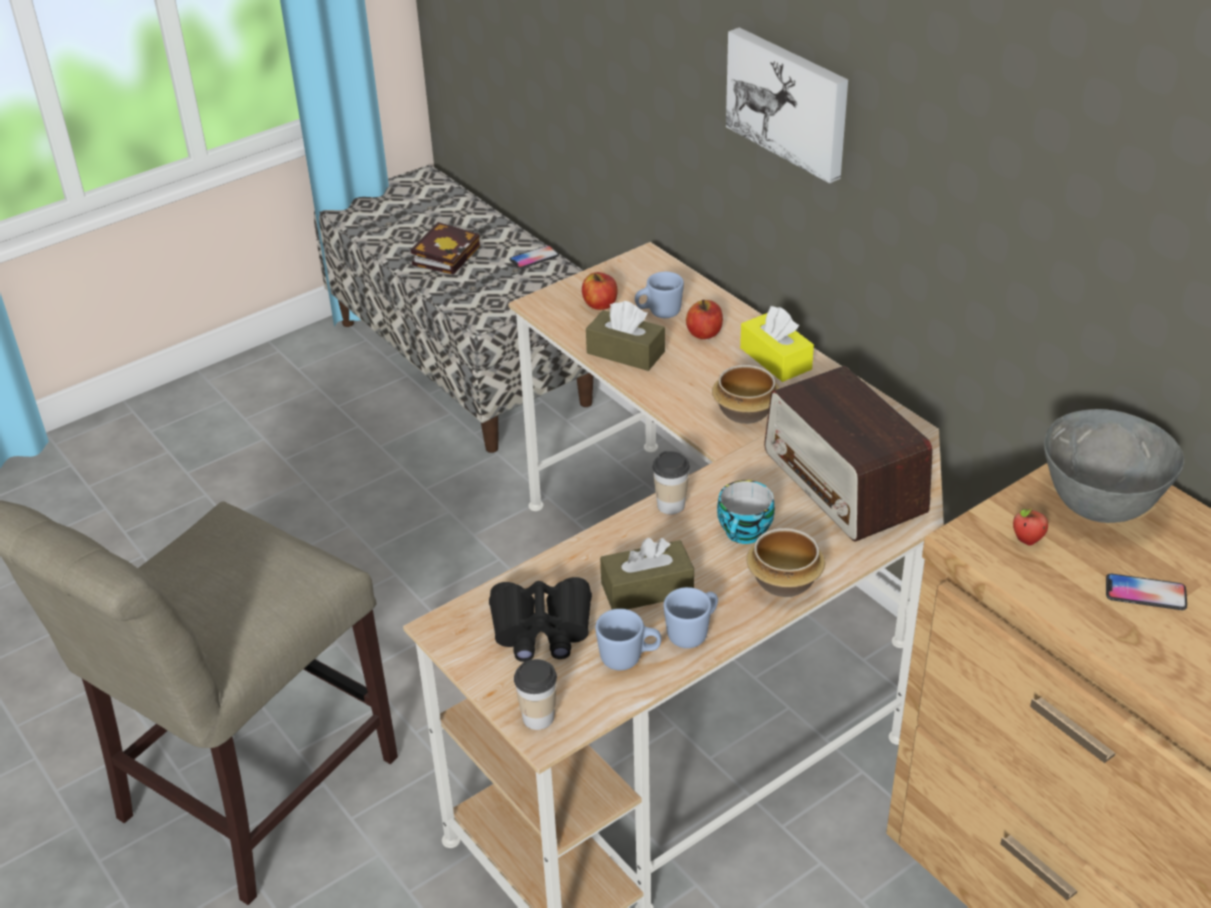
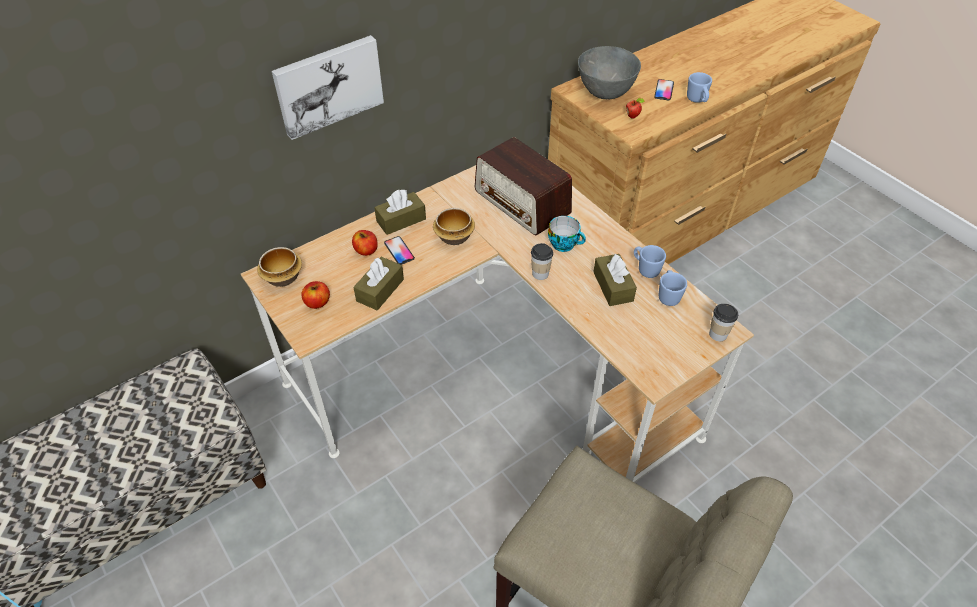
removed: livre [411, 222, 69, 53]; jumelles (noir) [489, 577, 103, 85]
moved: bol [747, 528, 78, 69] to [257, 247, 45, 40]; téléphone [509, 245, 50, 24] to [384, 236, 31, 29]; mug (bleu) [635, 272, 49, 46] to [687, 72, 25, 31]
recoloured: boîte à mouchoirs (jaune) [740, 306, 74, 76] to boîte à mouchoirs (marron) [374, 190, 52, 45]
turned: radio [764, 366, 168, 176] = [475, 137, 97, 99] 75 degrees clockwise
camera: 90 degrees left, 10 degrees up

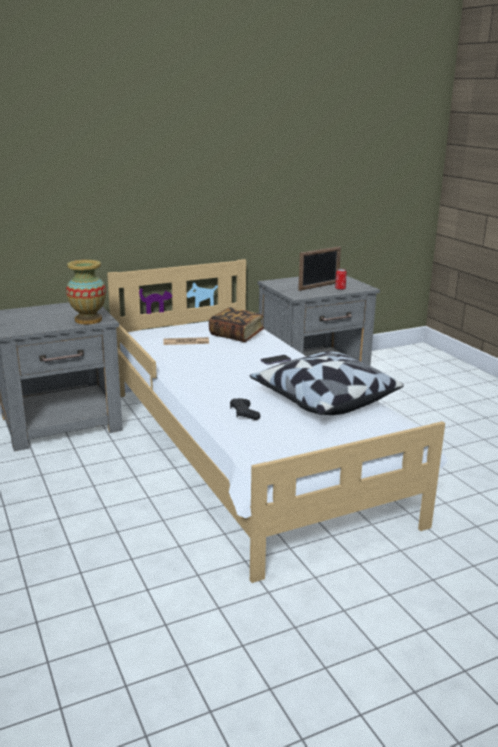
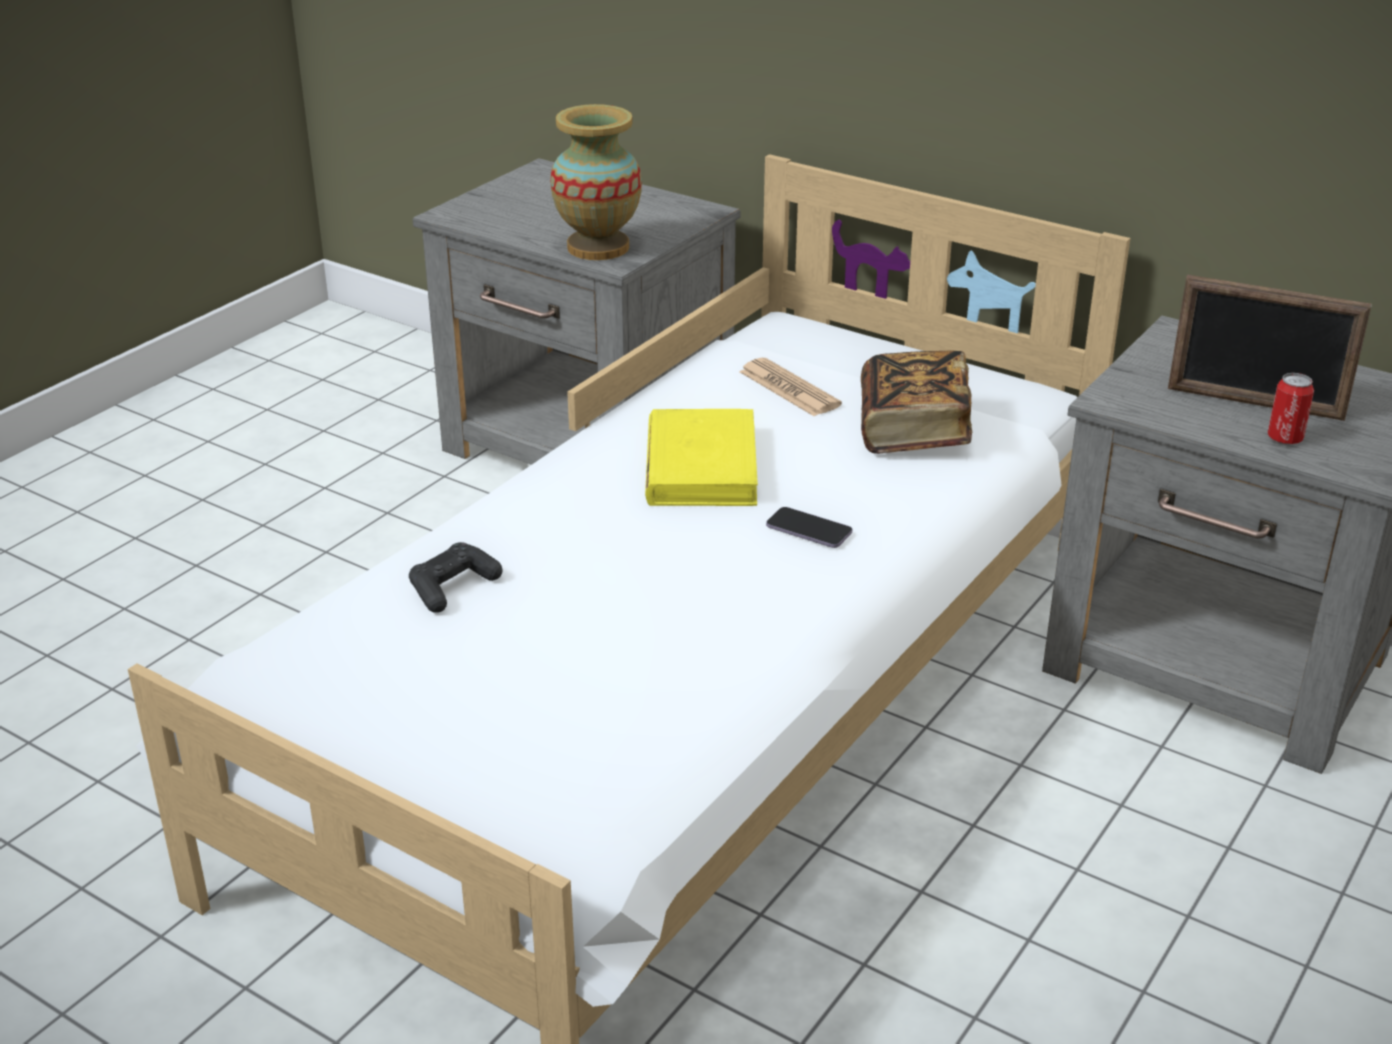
removed: coussin [249, 351, 155, 64]
added: livre (jaune) [645, 409, 113, 97]
camera: 60 degrees right, 10 degrees up

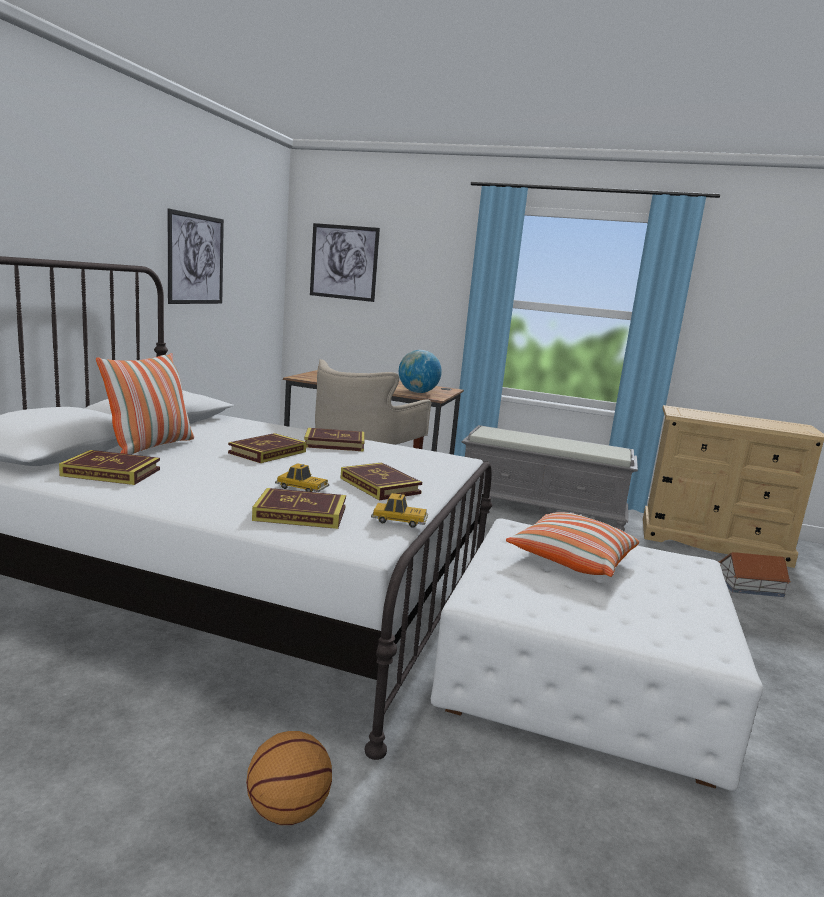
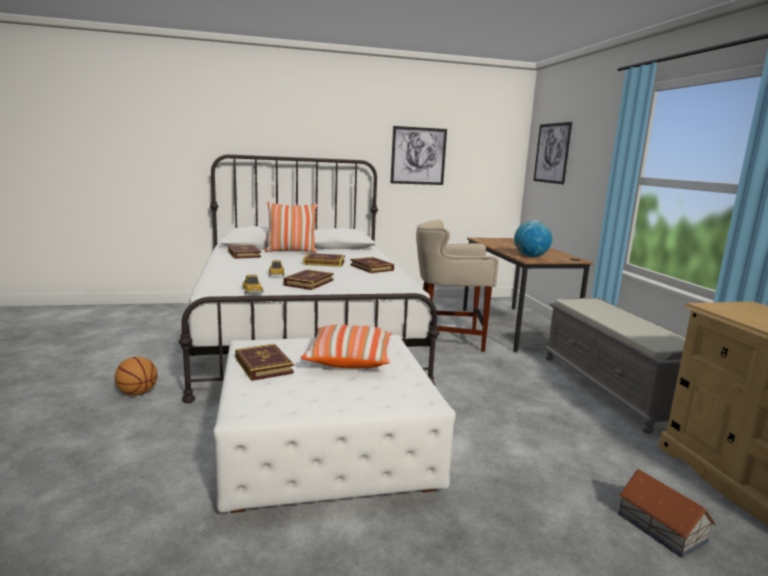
moved: livre [252, 488, 94, 41] to [235, 344, 59, 37]
camera: 60 degrees right, 0 degrees up

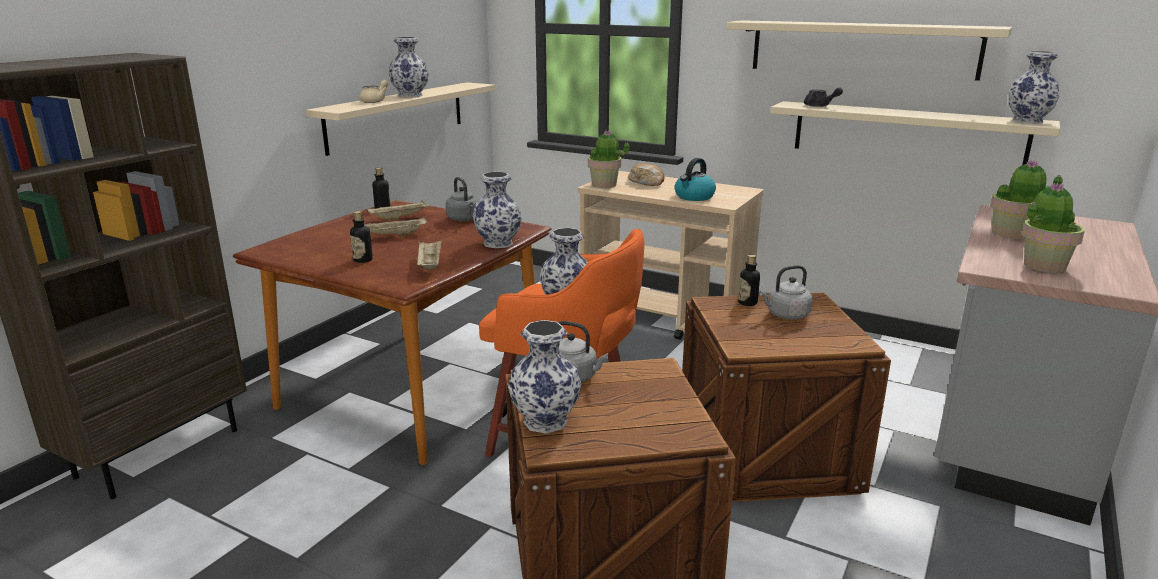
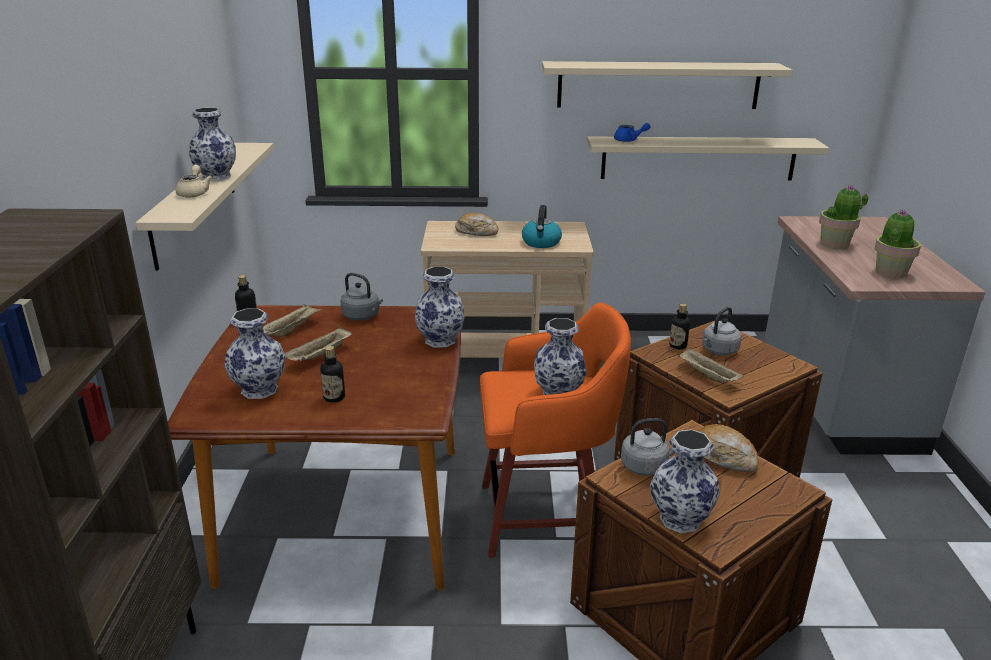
removed: plante en pot [588, 130, 41, 58]
added: pain [698, 424, 61, 48]
moved: vase [1009, 51, 50, 73] to [224, 308, 62, 91]; plateau (beige) [417, 240, 25, 30] to [678, 348, 66, 35]
recoloured: théière (gris) [804, 87, 39, 20] to théière (bleu) [614, 123, 37, 19]
camera: 30 degrees left, 5 degrees up

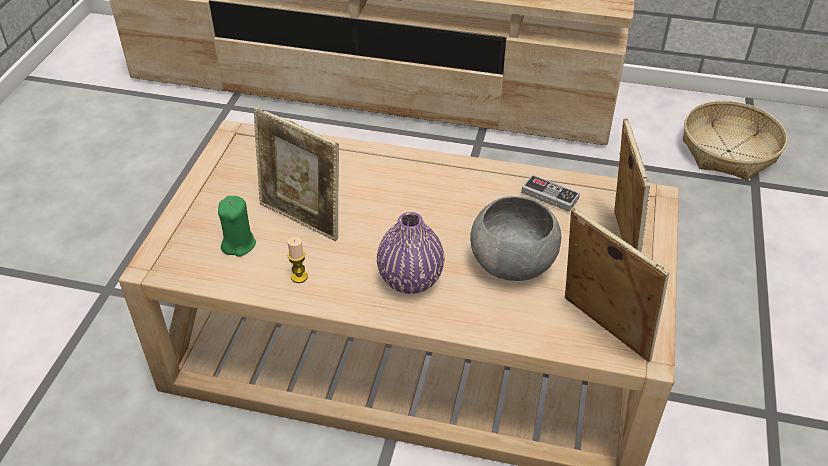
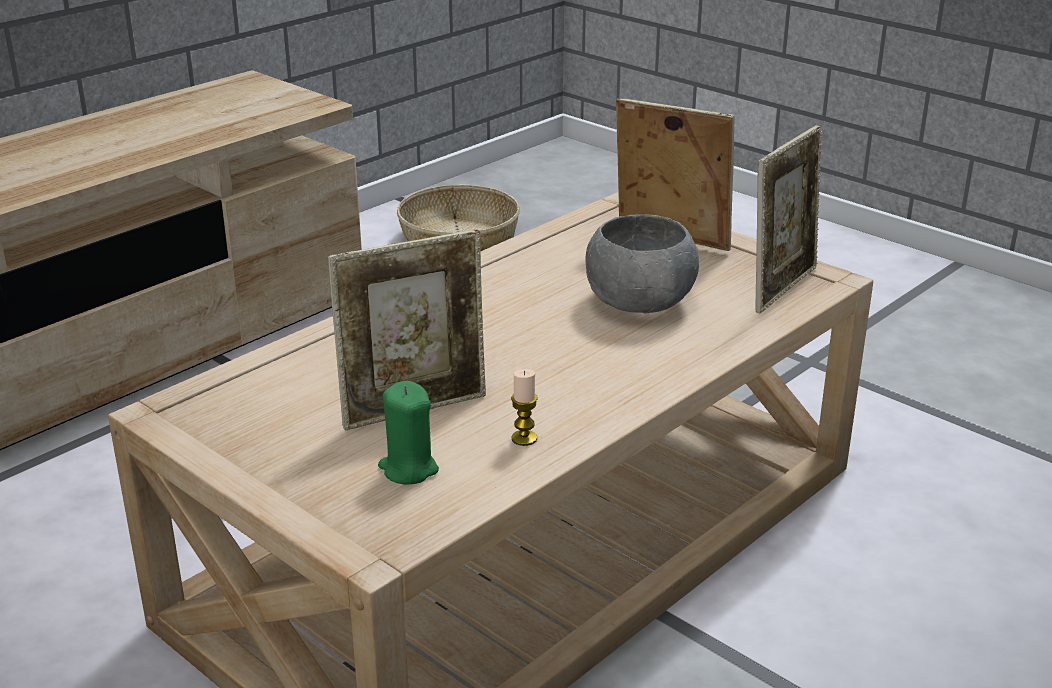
removed: vase (violet) [377, 212, 67, 82]; manette [521, 175, 59, 37]
turned: cadre photo [565, 208, 105, 154] = [755, 125, 68, 188] 135 degrees clockwise
camera: 60 degrees left, 15 degrees down

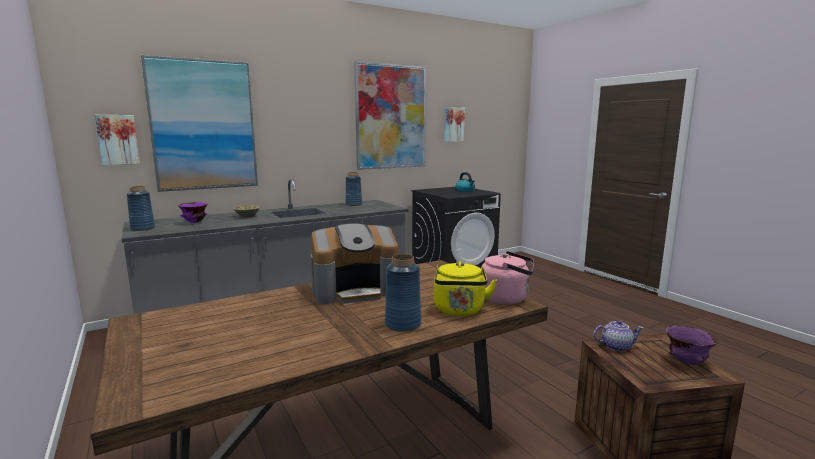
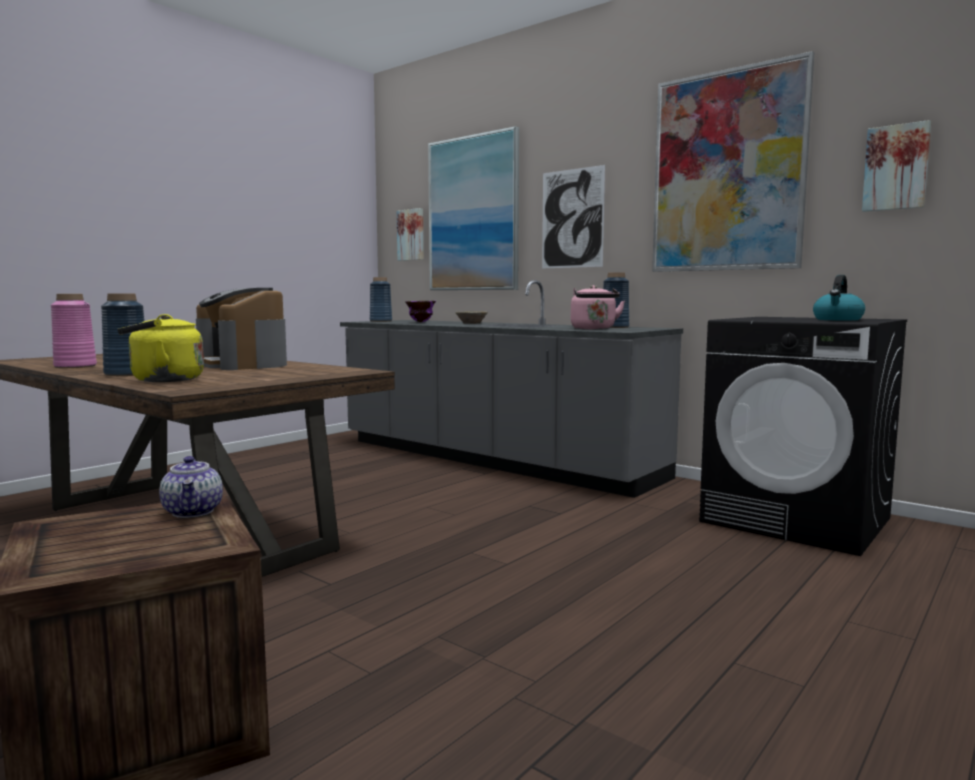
removed: bol (violet) [666, 326, 52, 39]
added: vase (rose) [51, 294, 46, 74]; tableau [542, 165, 63, 104]
moved: bouilloire (rose) [481, 251, 53, 53] to [571, 285, 54, 45]
camera: 70 degrees right, 5 degrees down

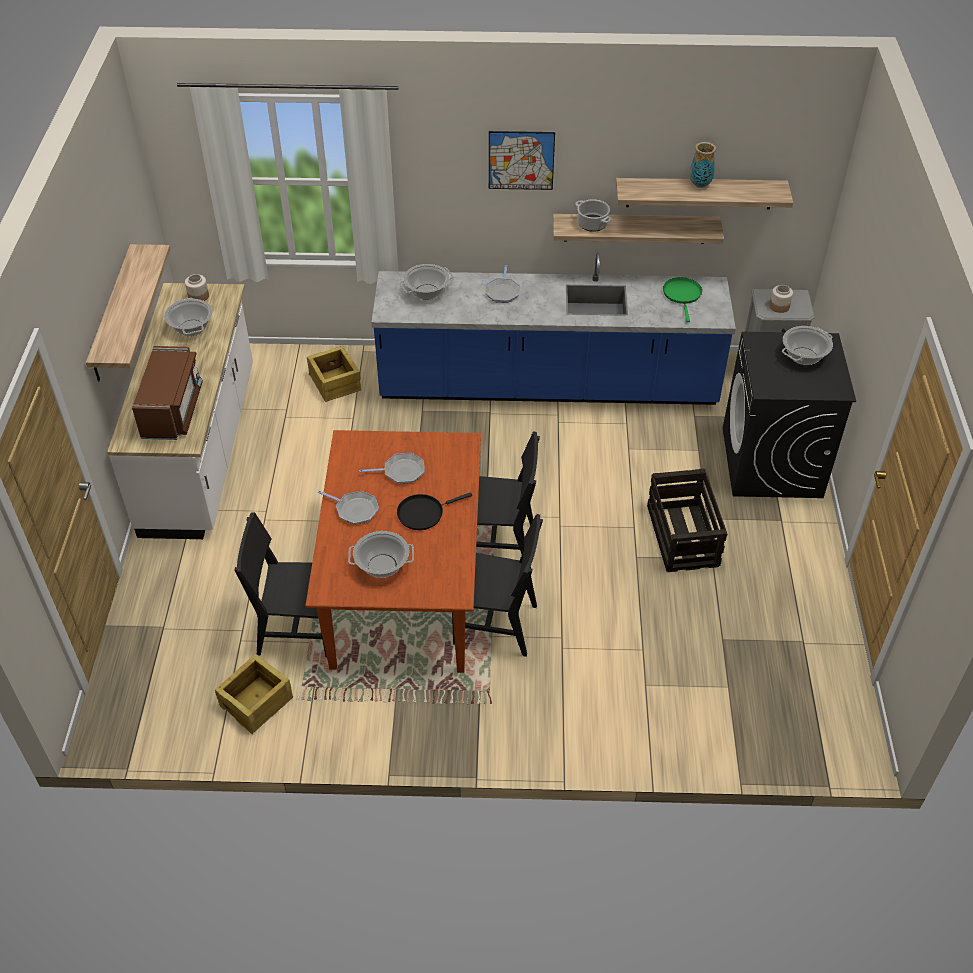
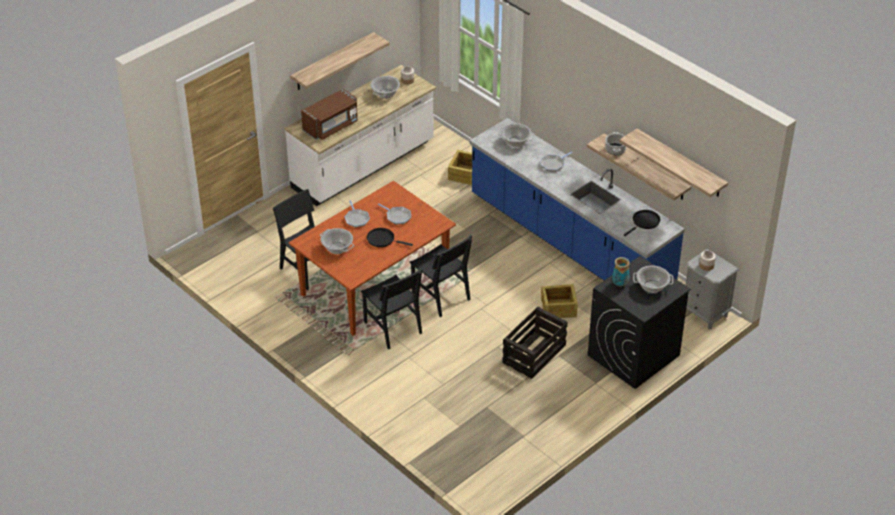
removed: tableau [489, 131, 66, 59]
moved: caisse [215, 654, 78, 81] to [541, 284, 37, 35]; vase [689, 142, 27, 46] to [612, 257, 18, 30]
recoloured: poêle (vert) [663, 277, 39, 45] to poêle (noir) [624, 210, 36, 26]
camera: 45 degrees right, 5 degrees down

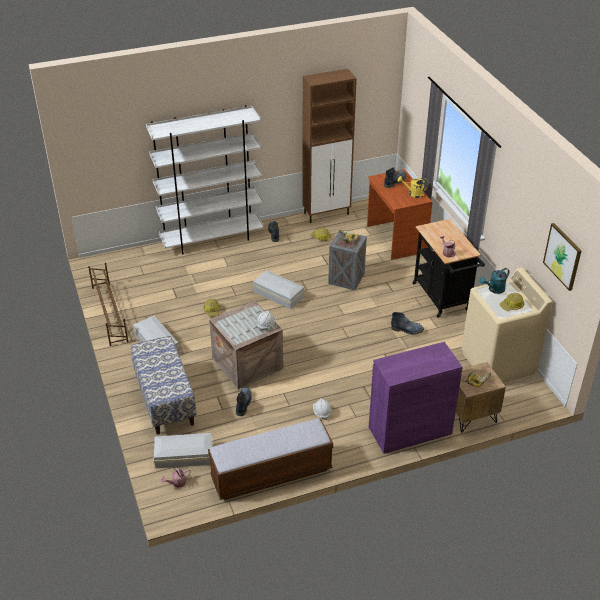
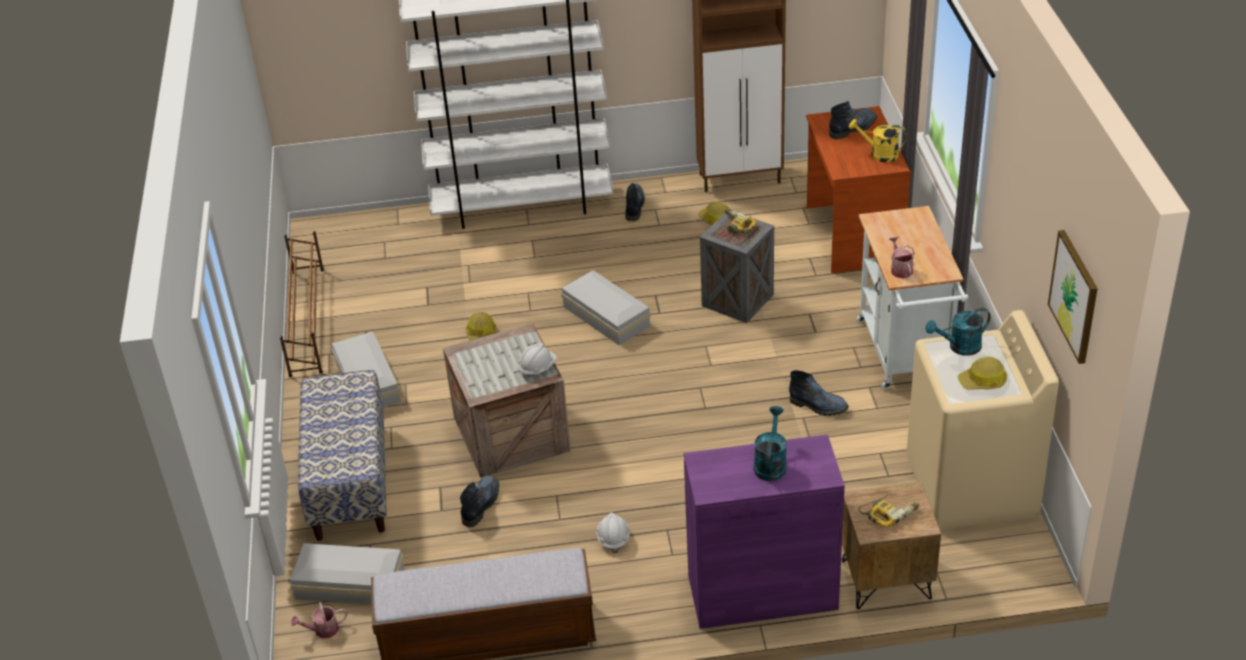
added: arrosoir (turquoise) [754, 406, 33, 75]
recoloured: chariot (noir) [412, 219, 73, 99] to chariot (blanc) [856, 206, 112, 183]
camera: 15 degrees right, 0 degrees up

